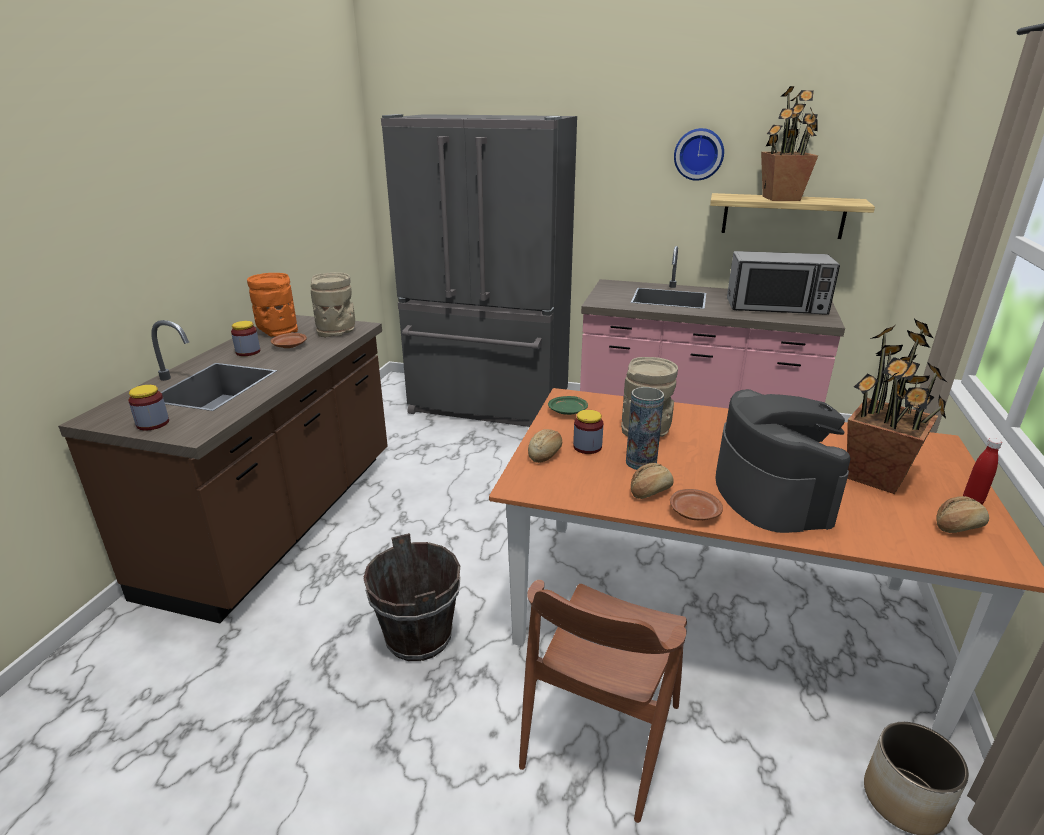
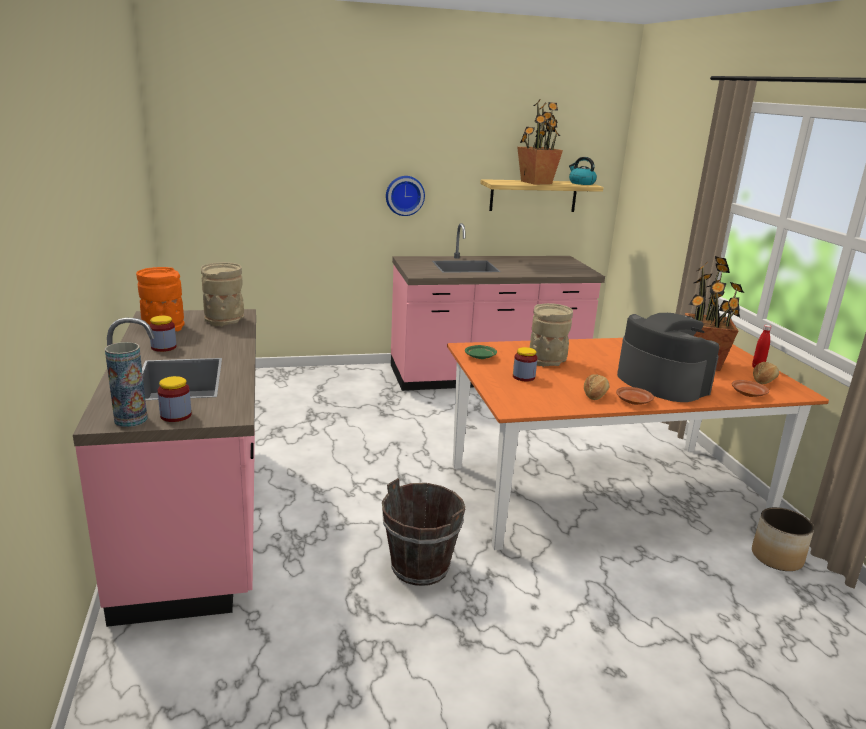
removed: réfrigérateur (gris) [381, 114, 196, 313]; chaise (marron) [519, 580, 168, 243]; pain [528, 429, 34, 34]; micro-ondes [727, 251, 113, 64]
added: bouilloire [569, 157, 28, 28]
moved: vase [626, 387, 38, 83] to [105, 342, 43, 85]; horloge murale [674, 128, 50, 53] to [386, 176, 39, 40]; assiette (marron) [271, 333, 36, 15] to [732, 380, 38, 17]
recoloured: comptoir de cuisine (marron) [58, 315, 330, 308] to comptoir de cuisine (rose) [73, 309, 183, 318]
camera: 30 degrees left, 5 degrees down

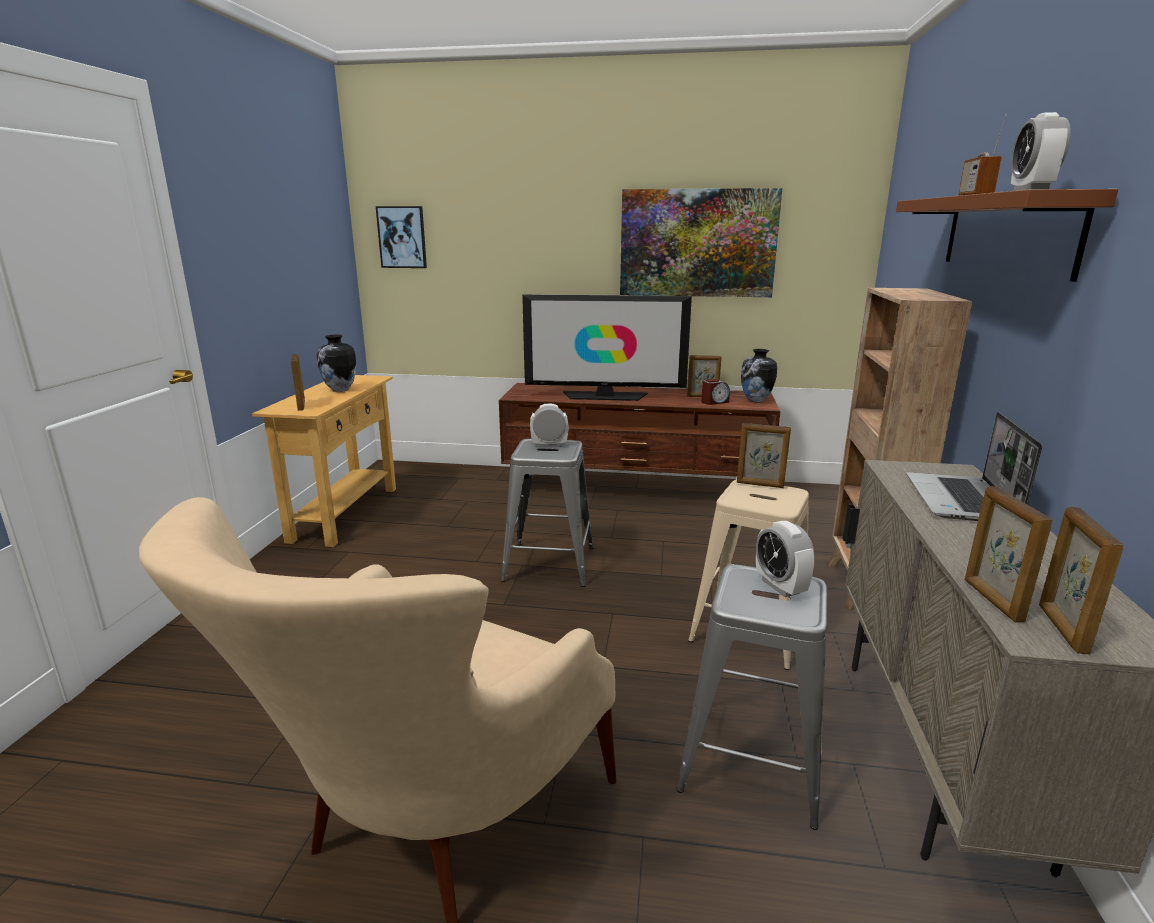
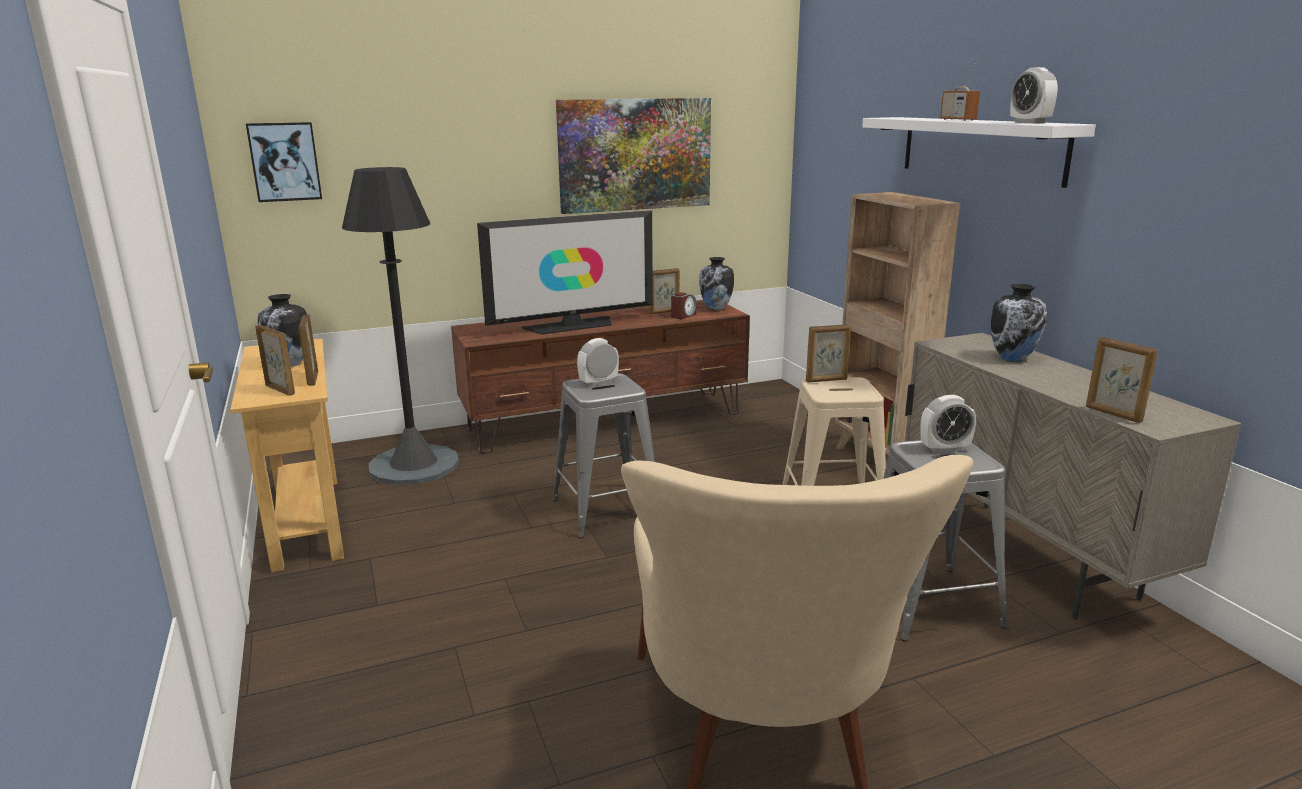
added: lampadaire (noir) [342, 167, 117, 318]
moved: cadre photo [1039, 506, 85, 148] to [299, 315, 19, 71]
replaced: ordinateur portable [906, 412, 136, 109] to vase [991, 284, 56, 78]
recoloured: étagère (marron) [896, 189, 222, 93] to étagère (blanc) [862, 117, 234, 71]
turned: réveil [756, 521, 59, 76] = [920, 395, 56, 58] 45 degrees counterclockwise
camera: 30 degrees left, 0 degrees up

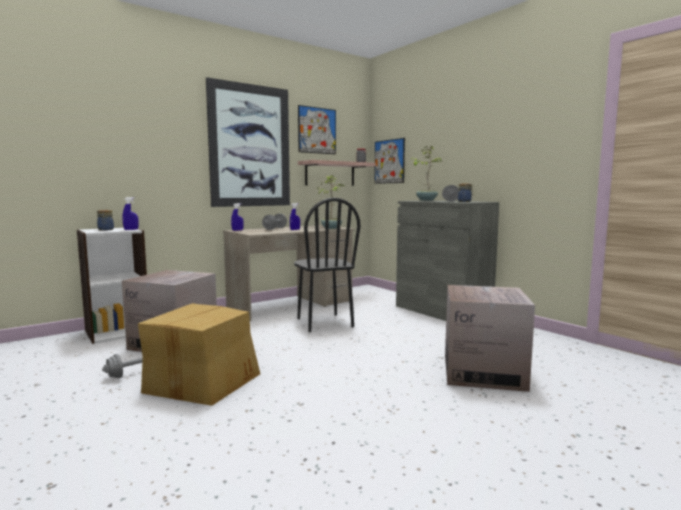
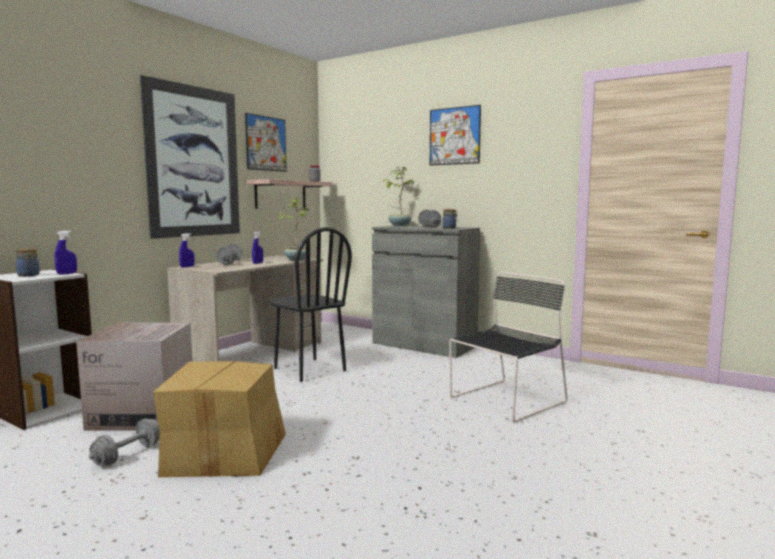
moved: tableau [374, 138, 31, 46] to [430, 105, 51, 60]
replaced: carton [445, 285, 90, 107] to chaise (noir) [449, 272, 119, 150]
camera: 20 degrees left, 0 degrees up

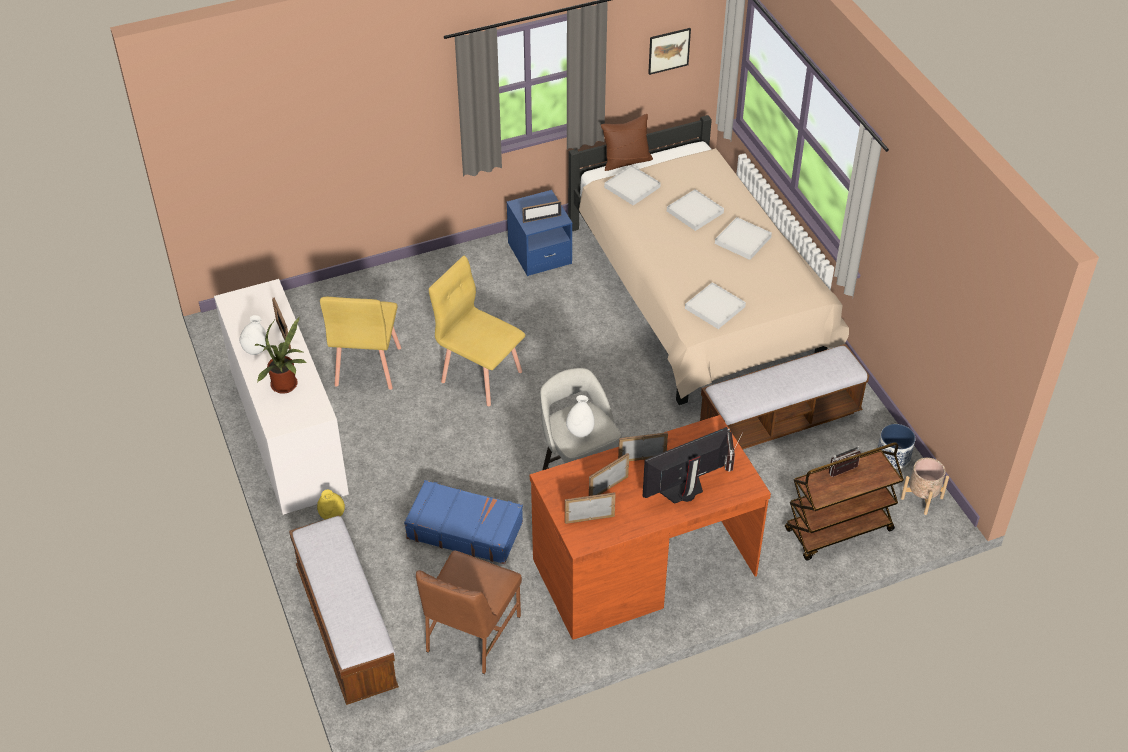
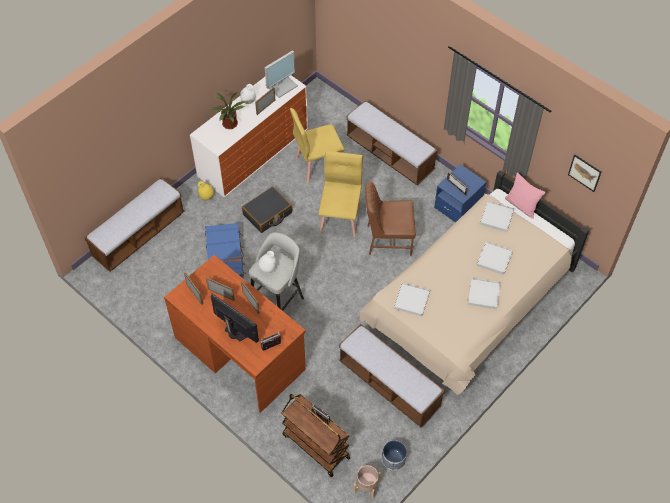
added: valise (noir) [242, 186, 50, 47]; écran d'ordinateur [265, 50, 33, 48]; banc [346, 100, 92, 85]
moved: chaise (marron) [416, 550, 106, 124] to [365, 181, 51, 75]
recoloured: coussin (marron) [601, 114, 52, 57] to coussin (rose) [505, 172, 40, 47]
camera: 65 degrees right, 10 degrees up

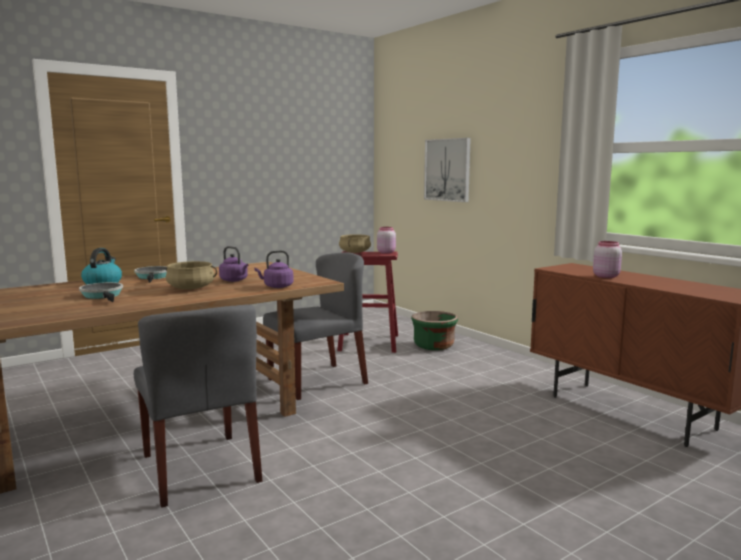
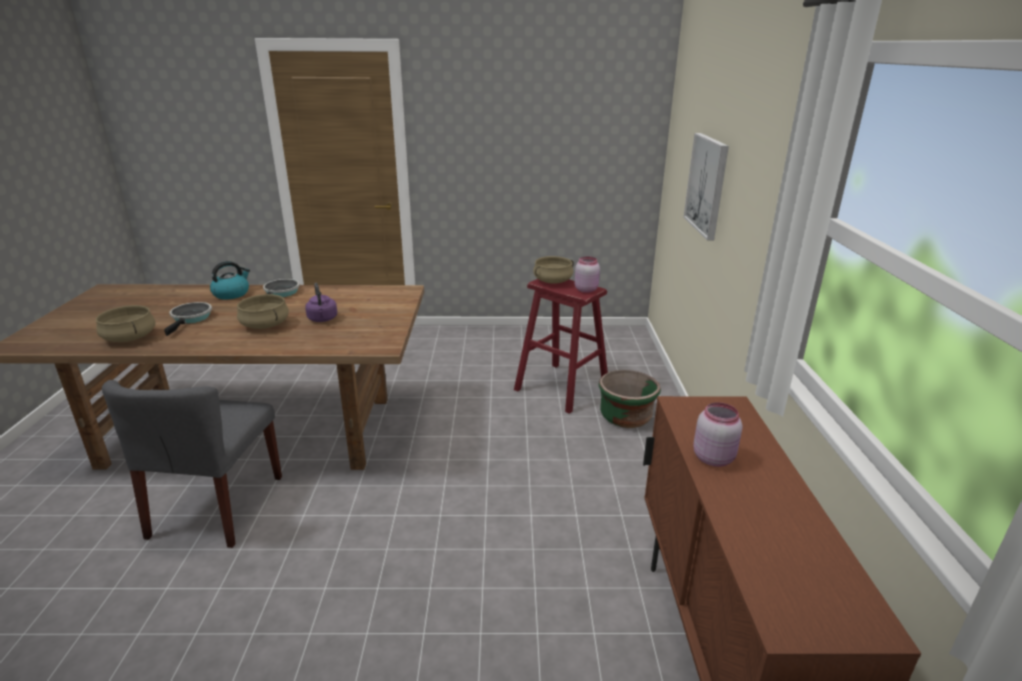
removed: bouilloire (violet) [254, 250, 40, 38]; chaise (gris) [263, 252, 105, 148]
added: marmite (beige) [96, 305, 59, 37]
camera: 35 degrees right, 15 degrees up

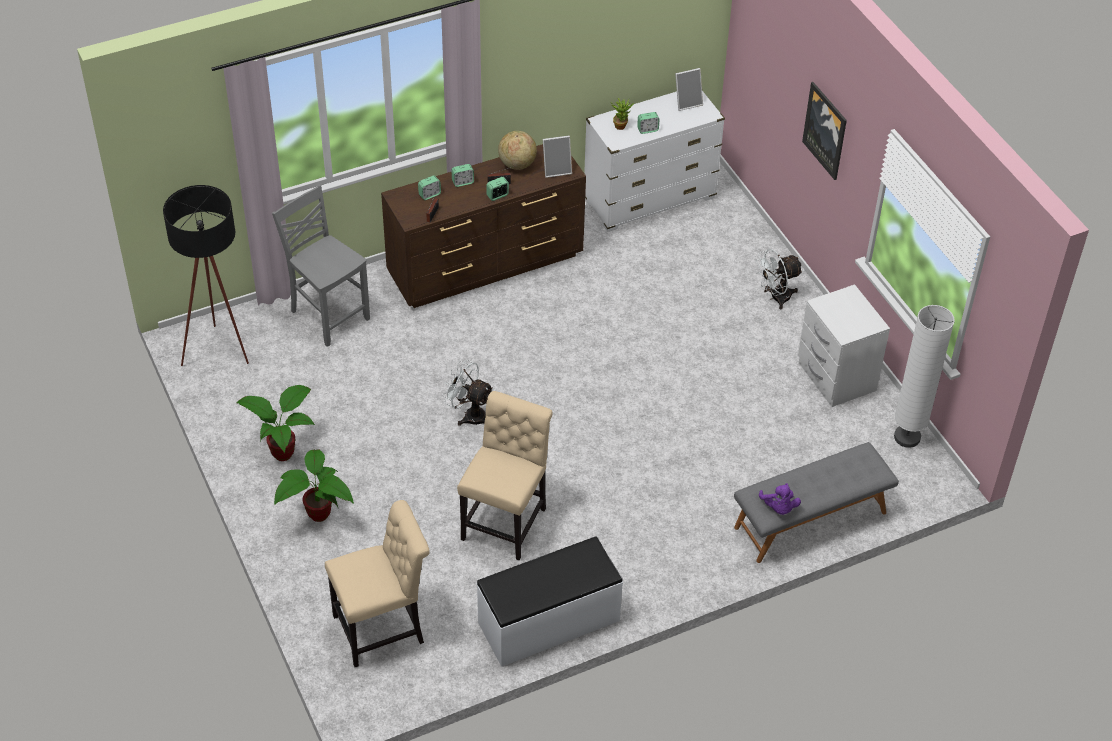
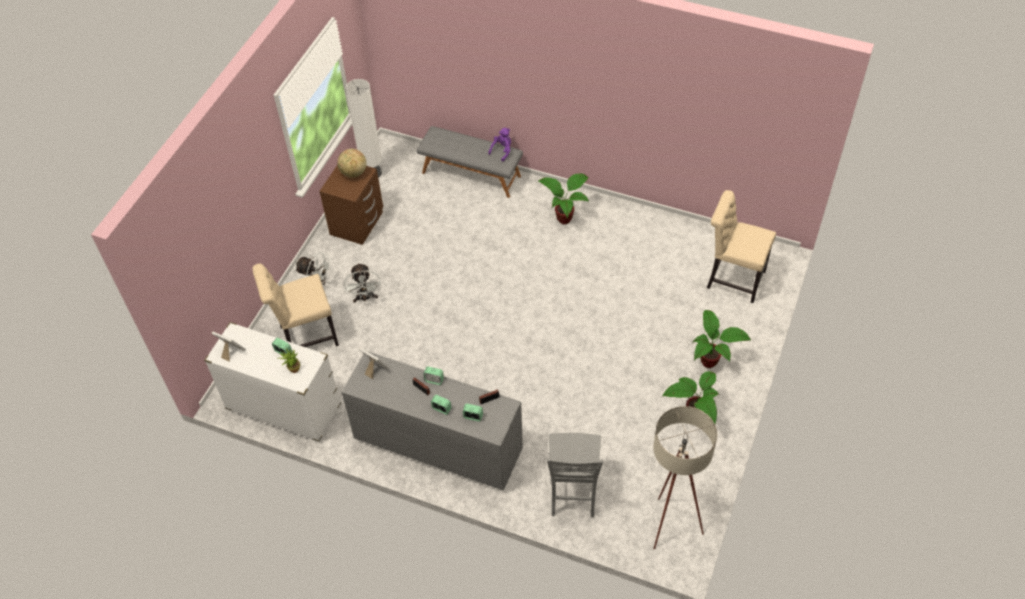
removed: banc (blanc) [476, 537, 147, 130]; tableau [802, 82, 45, 98]
added: plante en pot [538, 173, 51, 51]
moved: chaise (beige) [457, 391, 96, 169] to [252, 264, 87, 83]; globe [498, 131, 39, 39] to [337, 149, 30, 29]; ventilateur (blanc) [442, 360, 52, 66] to [344, 263, 37, 40]
recoloured: table de chevet (blanc) [798, 284, 92, 123] to table de chevet (marron) [320, 165, 63, 80]; commode (marron) [381, 144, 205, 164] to commode (gris) [342, 351, 181, 140]; lampadaire (noir) [163, 185, 86, 181] to lampadaire (beige) [653, 406, 64, 143]
camera: 130 degrees left, 5 degrees up

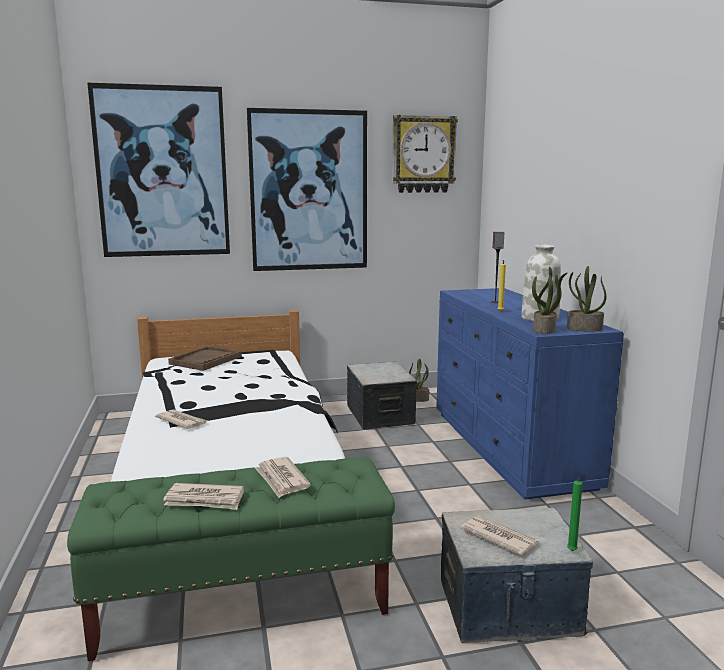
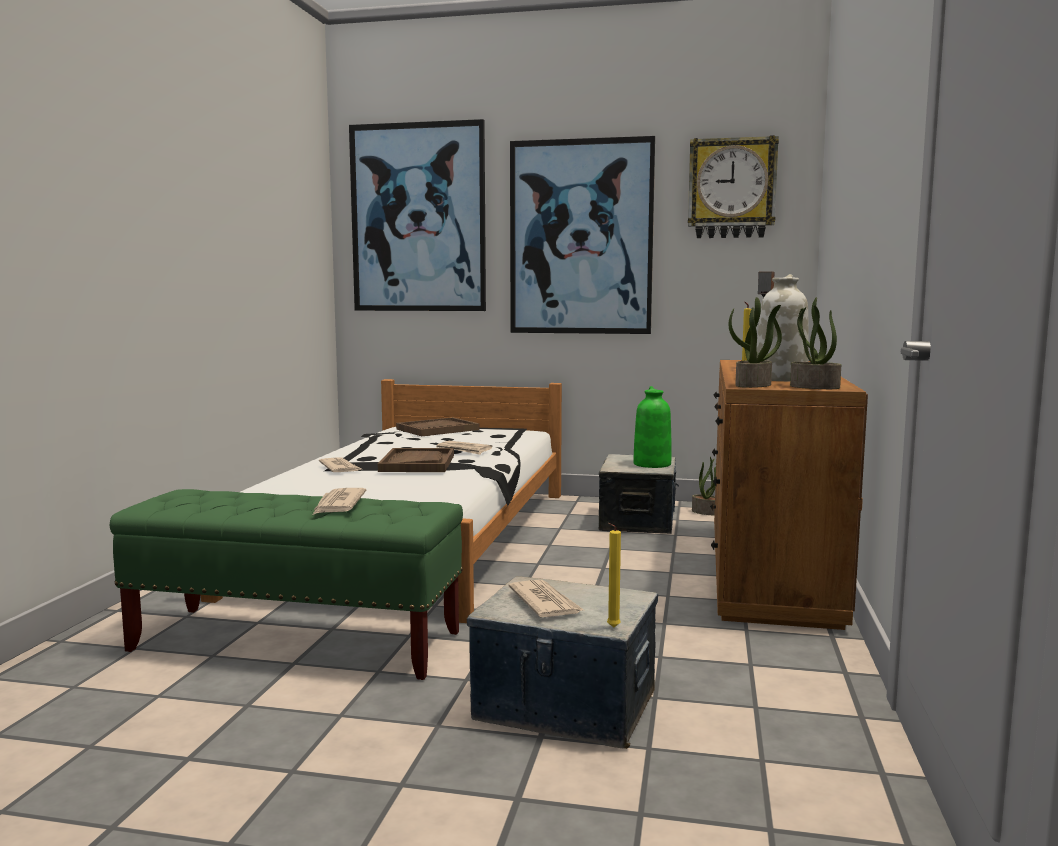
added: plateau (marron) [378, 448, 76, 24]; vase (vert) [633, 386, 38, 82]
moved: journal [163, 483, 81, 27] to [436, 441, 56, 14]
recoloured: bougie (vert) [567, 478, 16, 73] to bougie (jaune) [607, 523, 14, 104]; commode (bleu) [436, 288, 188, 212] to commode (marron) [710, 360, 158, 270]
camera: 25 degrees right, 5 degrees down

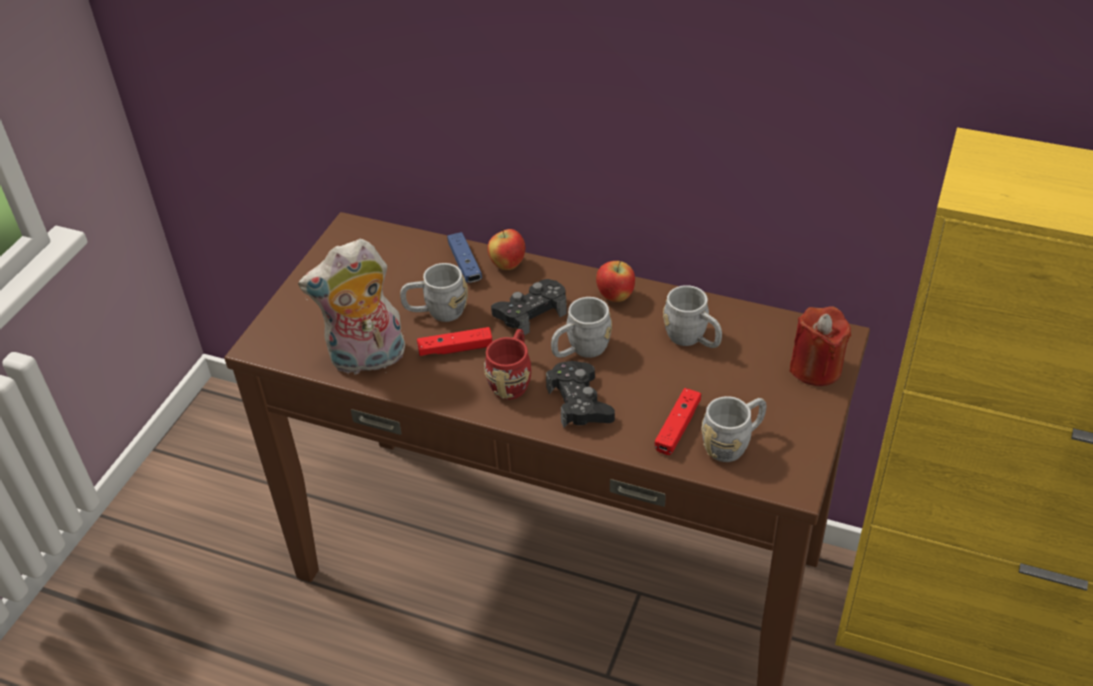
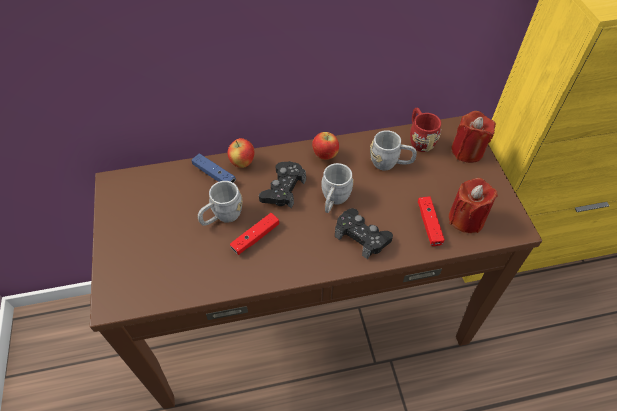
removed: peluche [298, 239, 107, 136]
moved: mug (rouge) [484, 329, 47, 71] to [410, 108, 31, 44]
replaced: mug (gris) [702, 396, 65, 66] to bougie (rouge) [449, 178, 49, 55]
camera: 35 degrees left, 10 degrees up

